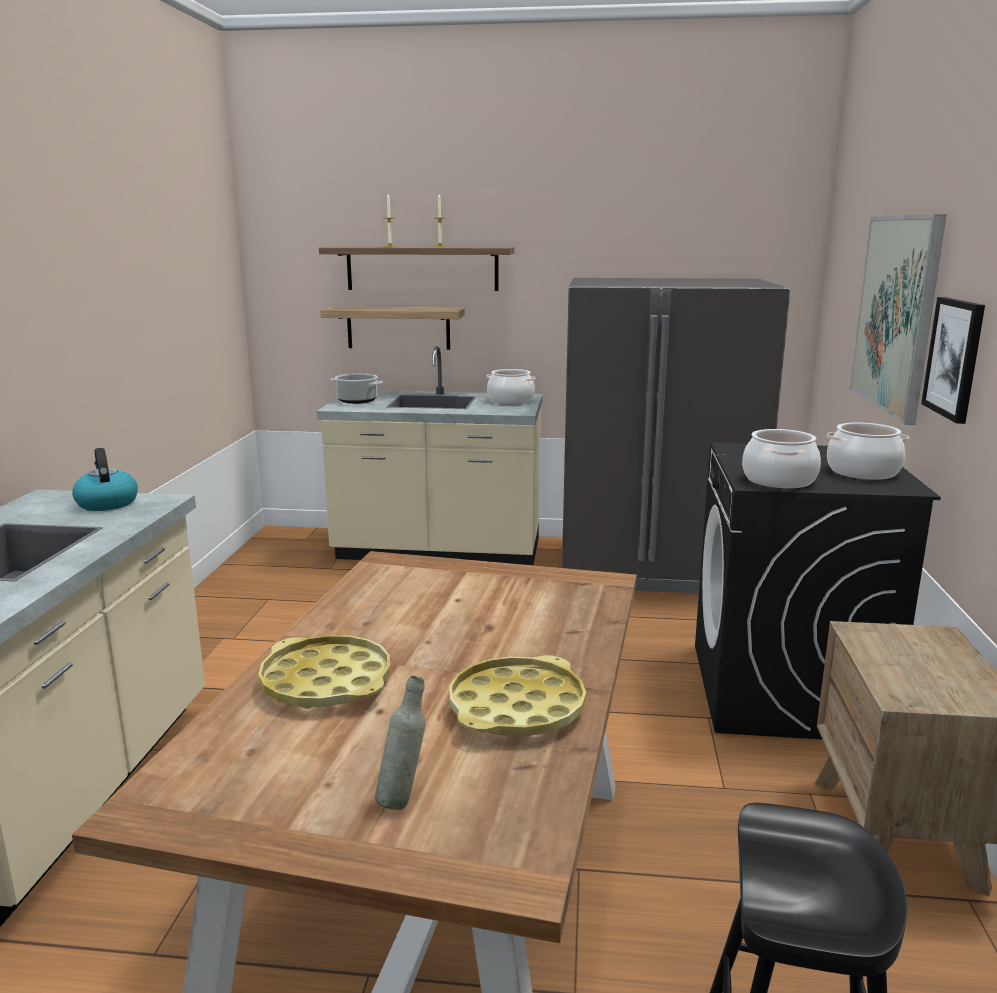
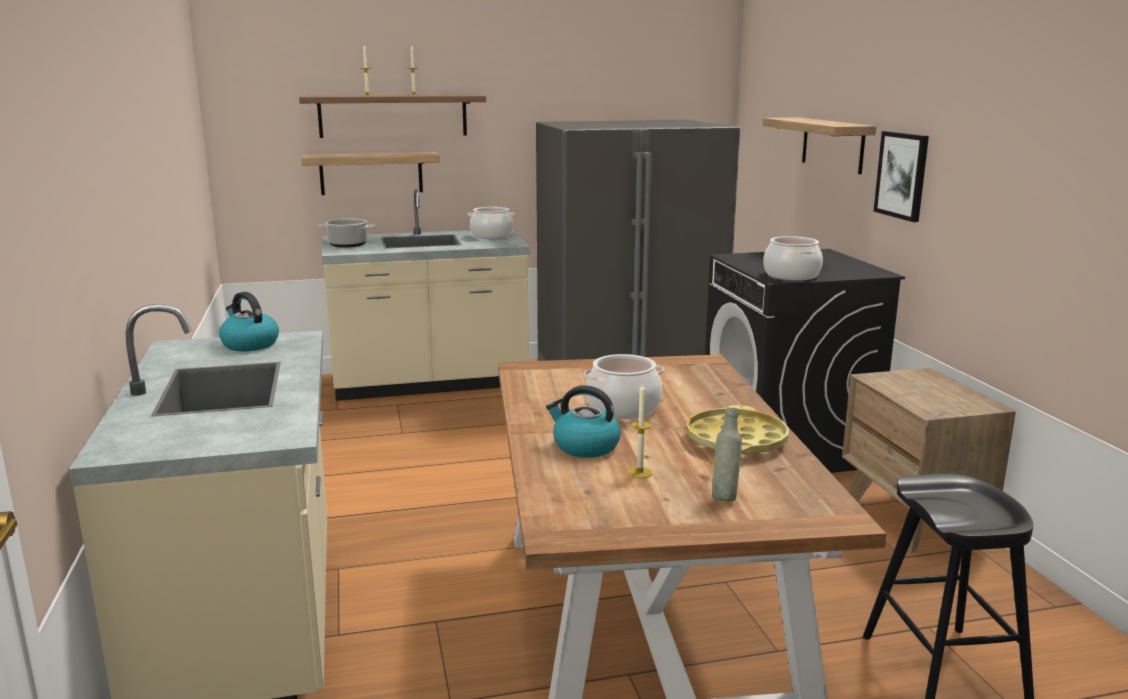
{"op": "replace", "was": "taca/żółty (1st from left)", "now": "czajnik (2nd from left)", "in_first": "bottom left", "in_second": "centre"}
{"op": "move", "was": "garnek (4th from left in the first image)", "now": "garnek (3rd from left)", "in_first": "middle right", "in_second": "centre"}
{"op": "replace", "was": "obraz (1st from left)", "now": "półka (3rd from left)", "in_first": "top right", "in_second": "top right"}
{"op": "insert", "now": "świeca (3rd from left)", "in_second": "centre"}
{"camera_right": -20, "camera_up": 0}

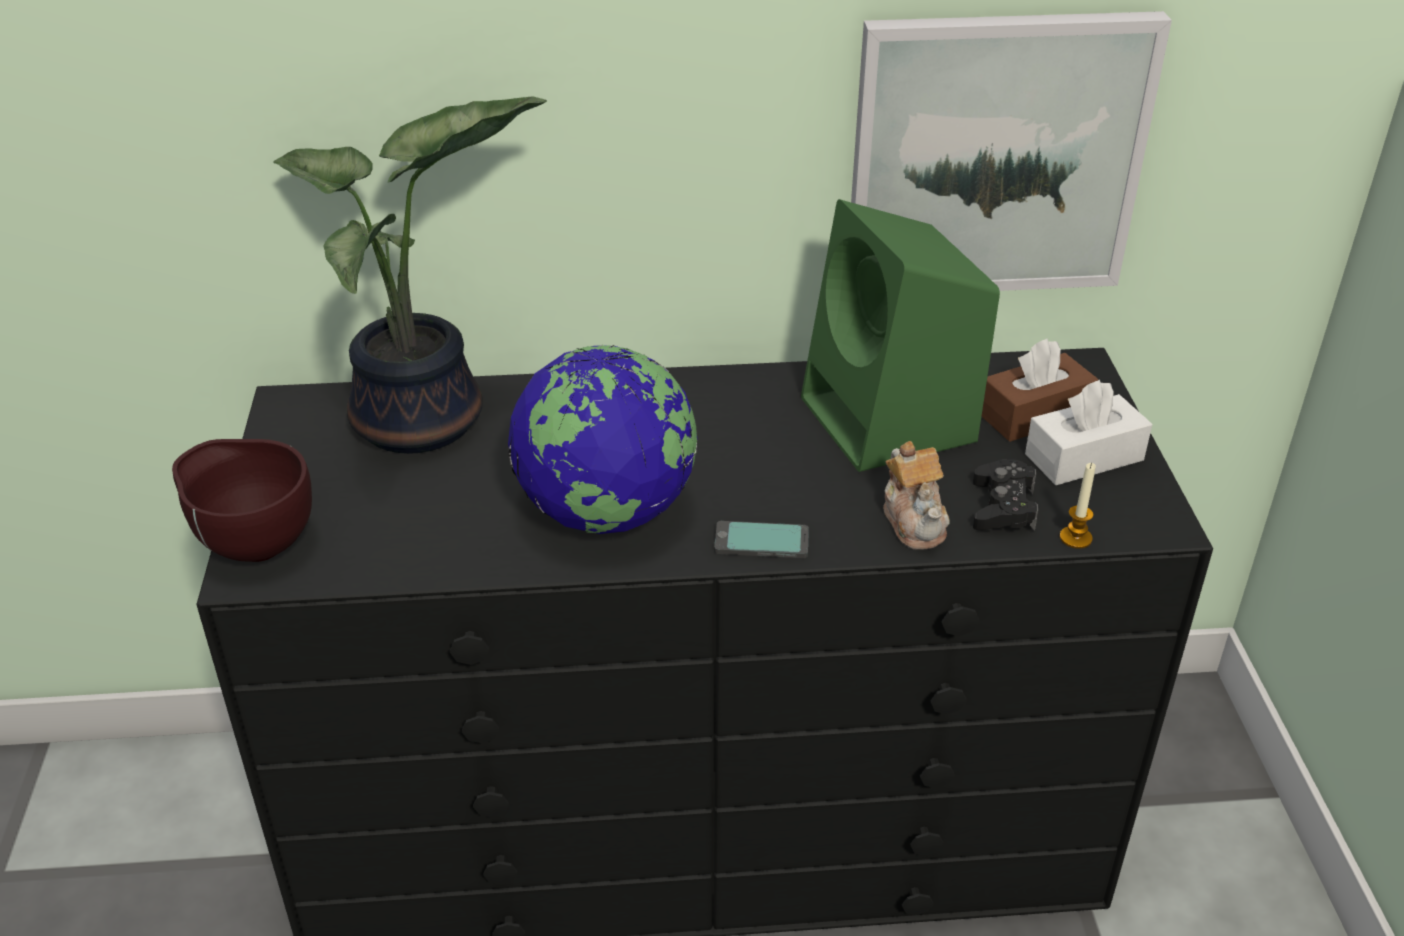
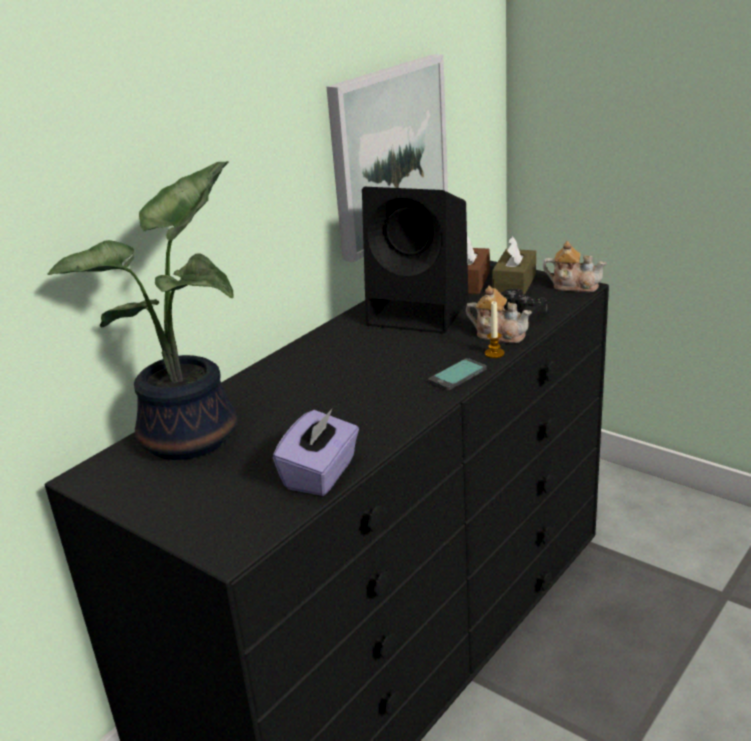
{"op": "delete", "was": "miska/brązowy", "in_first": "middle left"}
{"op": "delete", "was": "globus", "in_first": "centre"}
{"op": "recolor", "was": "głośnik/zielony", "now": "głośnik/czarny", "in_first": "centre", "in_second": "centre"}
{"op": "recolor", "was": "pudełko chusteczek/biały", "now": "pudełko chusteczek/brązowy (2nd from left)", "in_first": "middle right", "in_second": "middle right"}
{"op": "move", "was": "świeca", "in_first": "middle right", "in_second": "centre"}
{"op": "insert", "now": "pudełko chusteczek/fioletowy", "in_second": "centre"}
{"op": "insert", "now": "imbryk (2nd from left)", "in_second": "middle right"}
{"camera_right": -45, "camera_up": -10}

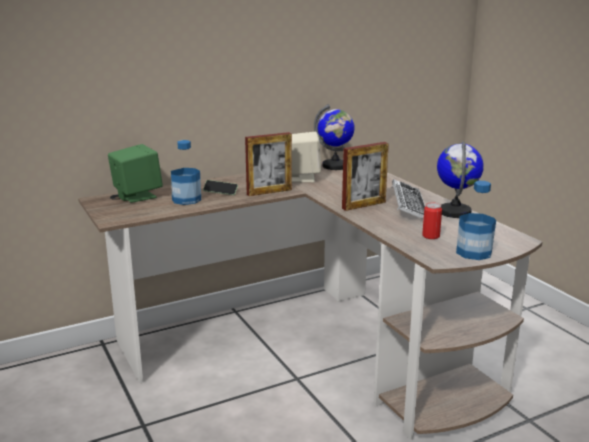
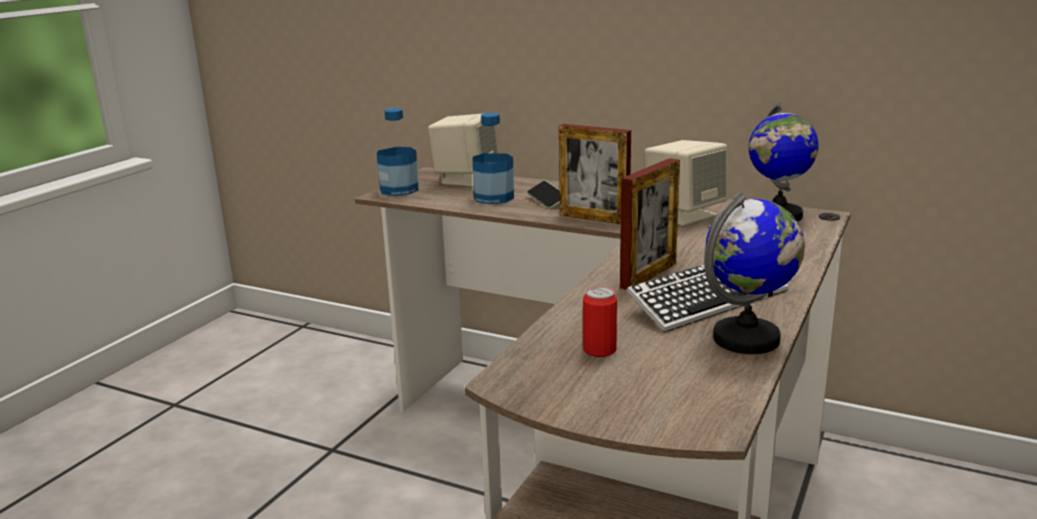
{"op": "recolor", "was": "głośnik/zielony", "now": "głośnik/beżowy (1st from left)", "in_first": "middle left", "in_second": "top centre"}
{"op": "rotate", "was": "ramka na zdjęcie (2nd from left)", "in_first": "centre", "in_second": "centre", "clockwise": -75}
{"op": "move", "was": "butelka (2nd from left in the first image)", "now": "butelka (1st from left)", "in_first": "middle right", "in_second": "top centre"}
{"camera_right": 55, "camera_up": 0}

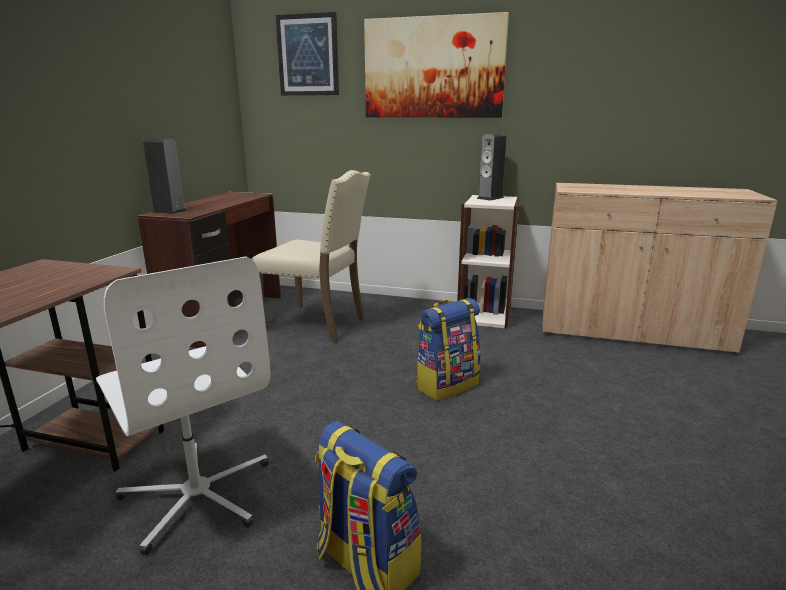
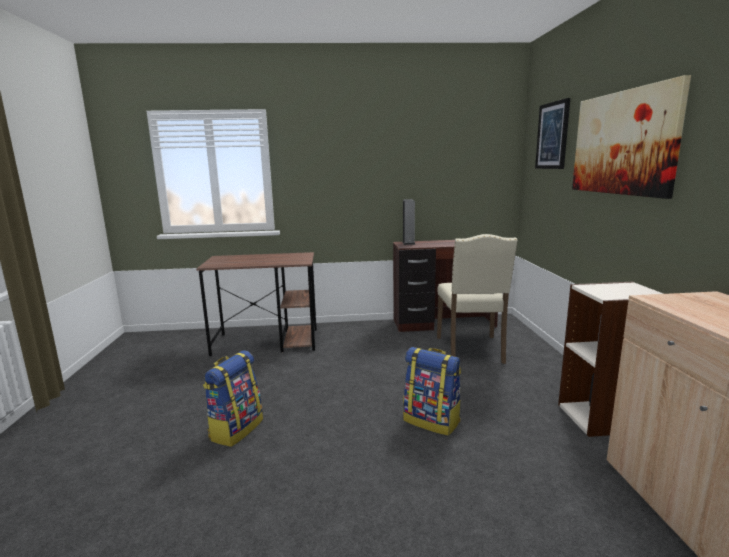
{"op": "delete", "was": "krzesło biurowe/biały", "in_first": "bottom left"}
{"op": "delete", "was": "głośnik (2nd from left)", "in_first": "top centre"}
{"camera_right": 70, "camera_up": -5}

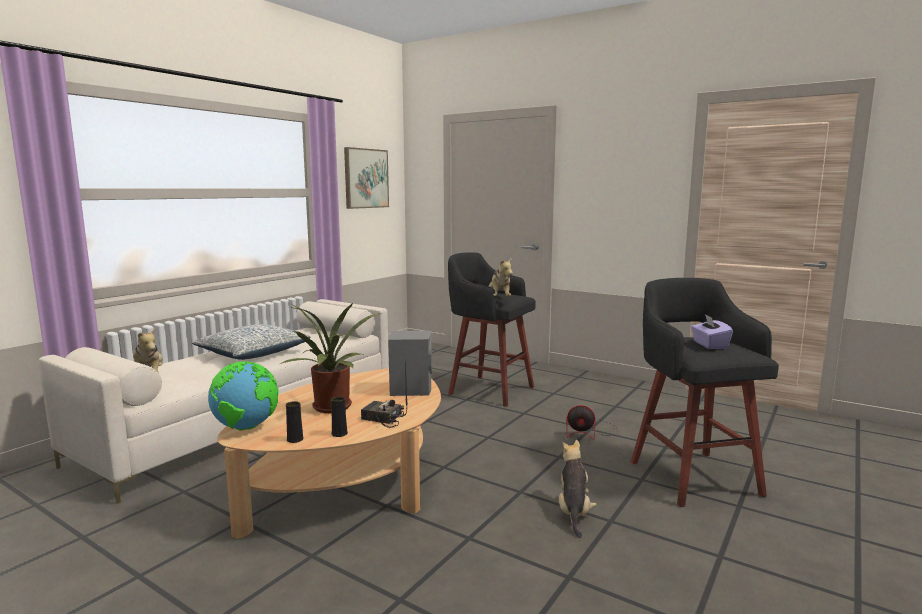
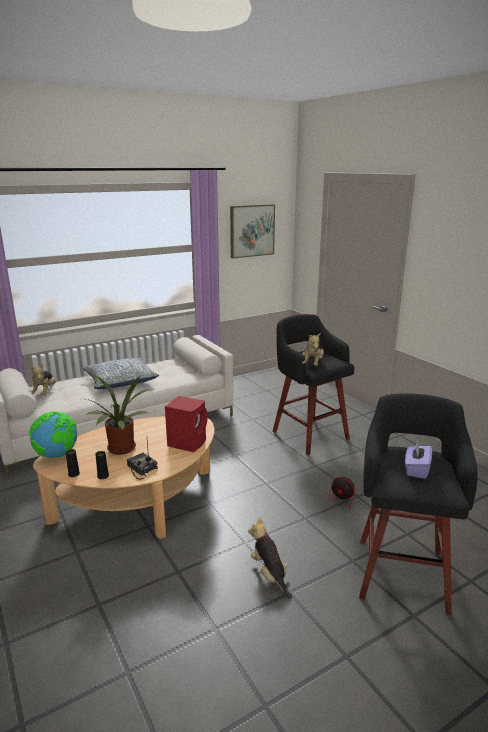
{"op": "recolor", "was": "głośnik/szary", "now": "głośnik/czerwony", "in_first": "centre", "in_second": "centre"}
{"op": "rotate", "was": "pluszak (3rd from left in the first image)", "in_first": "bottom centre", "in_second": "bottom centre", "clockwise": -60}
{"camera_right": 25, "camera_up": 10}

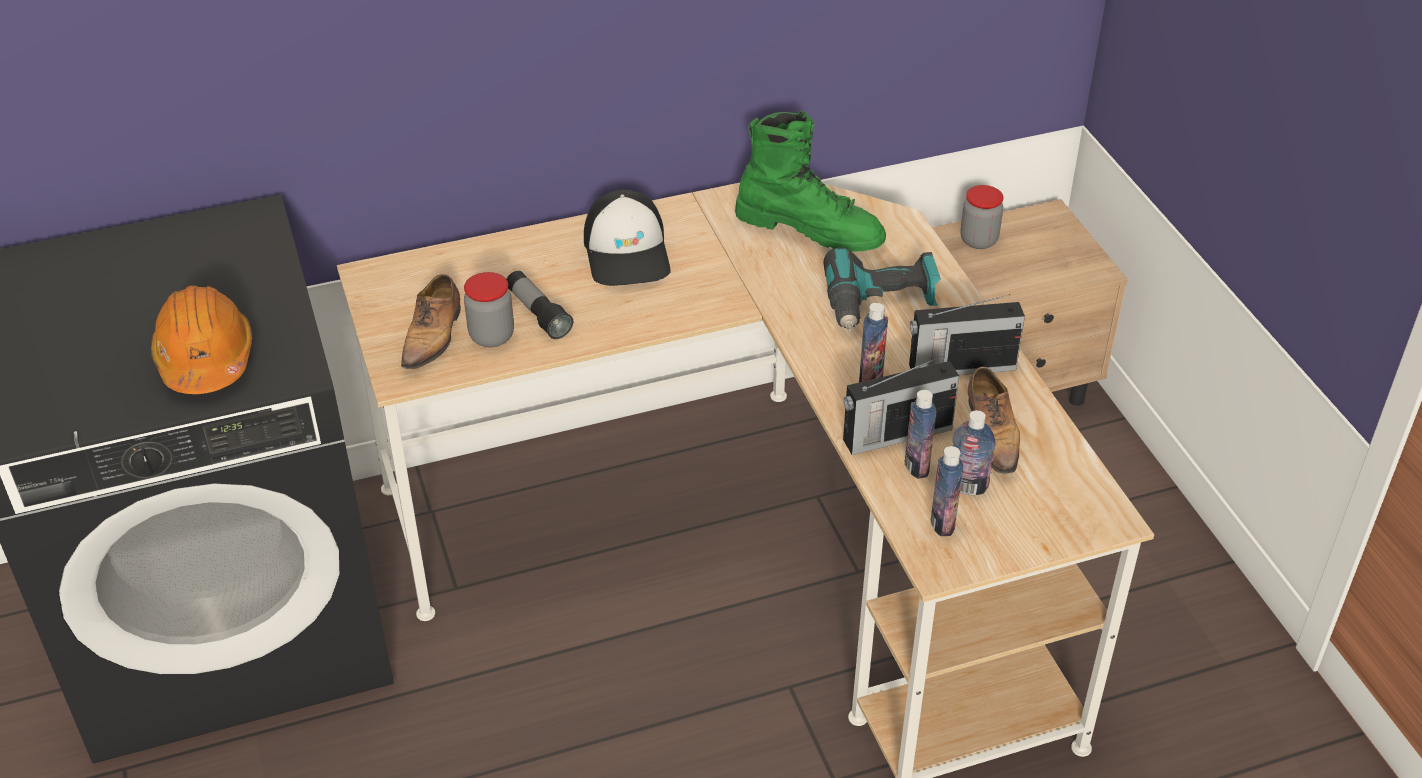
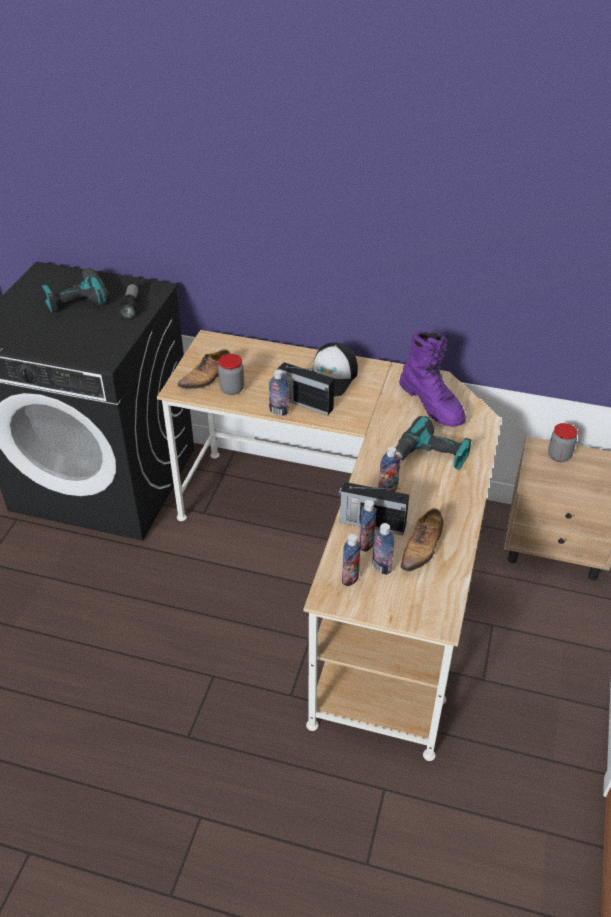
{"op": "delete", "was": "kask/pomarańczowy", "in_first": "middle left"}
{"op": "move", "was": "latarka", "in_first": "centre", "in_second": "top left"}
{"op": "recolor", "was": "but z cholewką/zielony", "now": "but z cholewką/fioletowy", "in_first": "top centre", "in_second": "middle right"}
{"op": "move", "was": "radio (2nd from left in the first image)", "now": "radio (1st from left)", "in_first": "middle right", "in_second": "centre"}
{"op": "insert", "now": "wiertarka (1st from left)", "in_second": "top left"}
{"op": "insert", "now": "butelka (1st from left)", "in_second": "centre"}
{"camera_right": 35, "camera_up": 0}

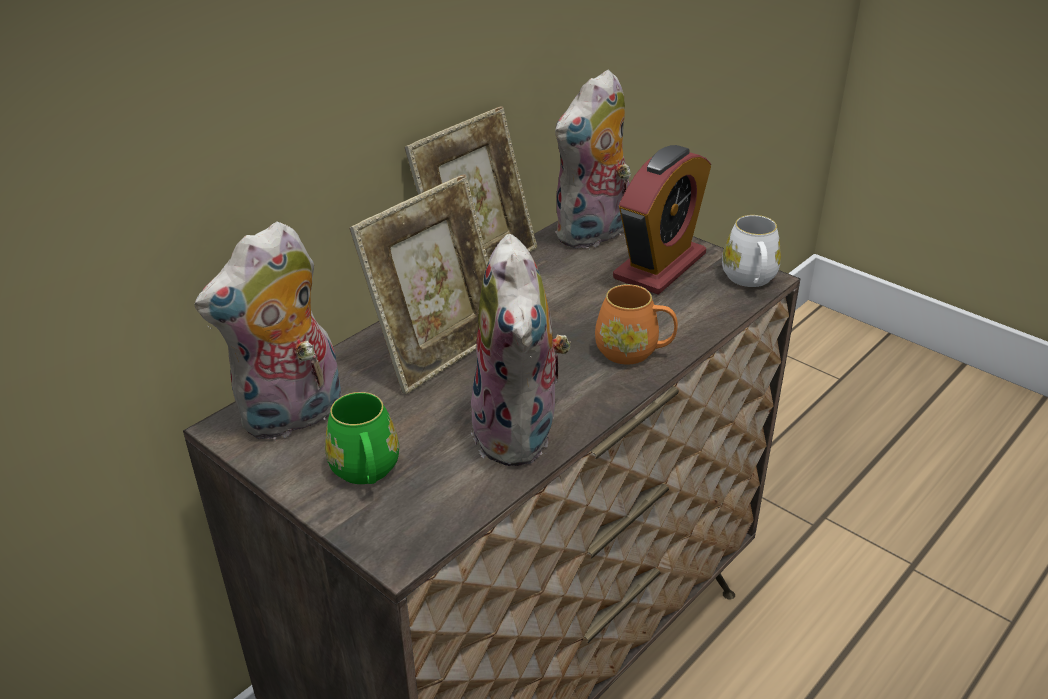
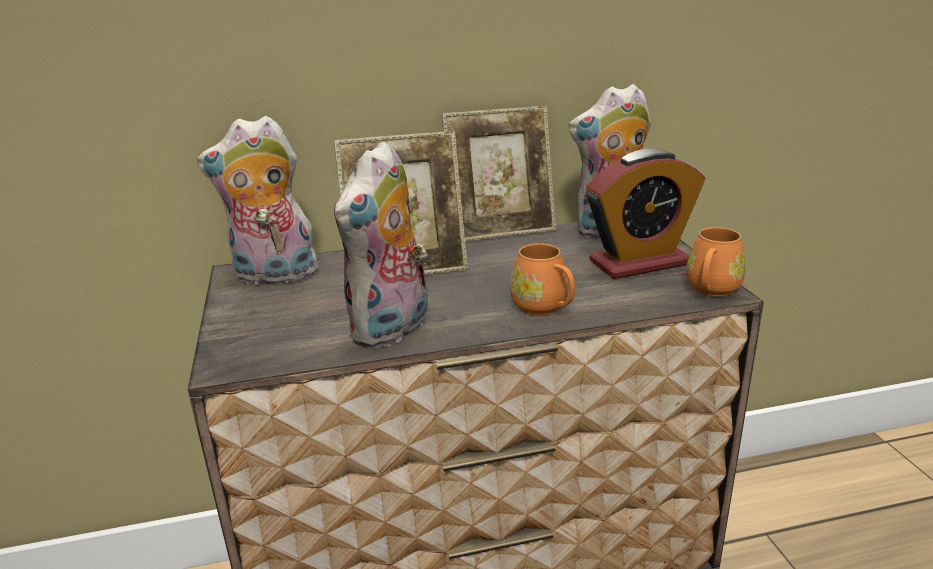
{"op": "delete", "was": "kubek/zielony", "in_first": "centre"}
{"op": "recolor", "was": "kubek/biały", "now": "kubek/pomarańczowy (2nd from left)", "in_first": "middle right", "in_second": "middle right"}
{"camera_right": 35, "camera_up": -10}

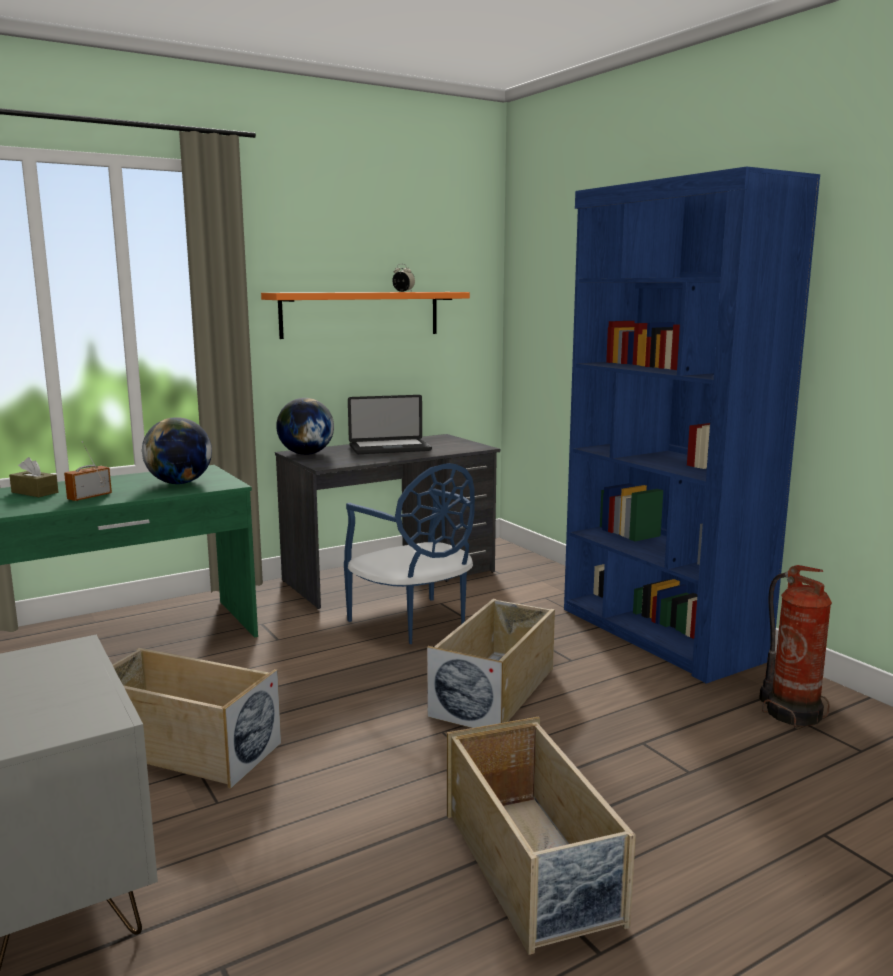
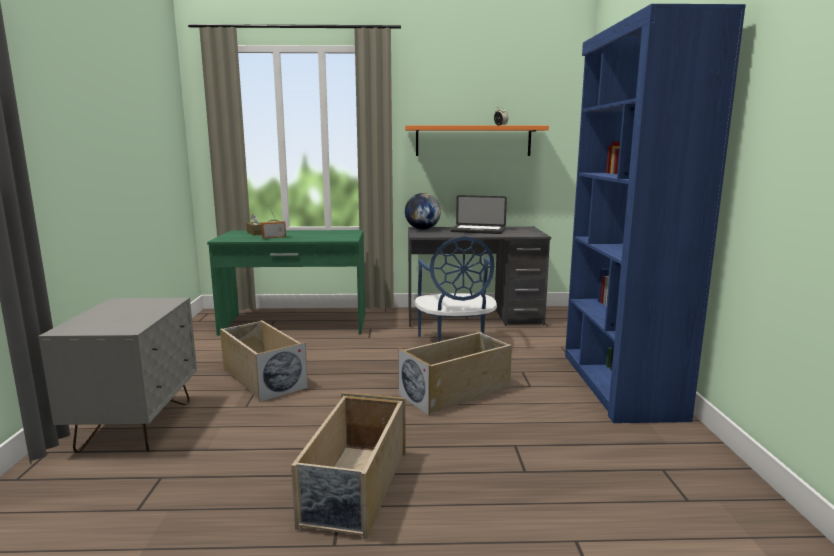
{"op": "delete", "was": "globus (1st from left)", "in_first": "middle left"}
{"op": "delete", "was": "gaśnica", "in_first": "middle right"}
{"camera_right": 30, "camera_up": 0}

